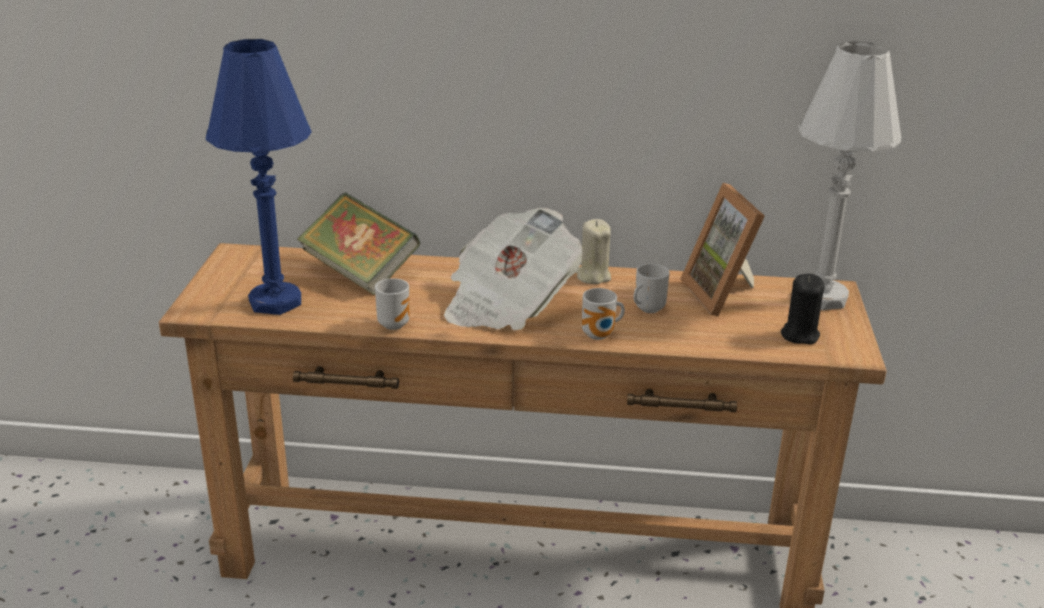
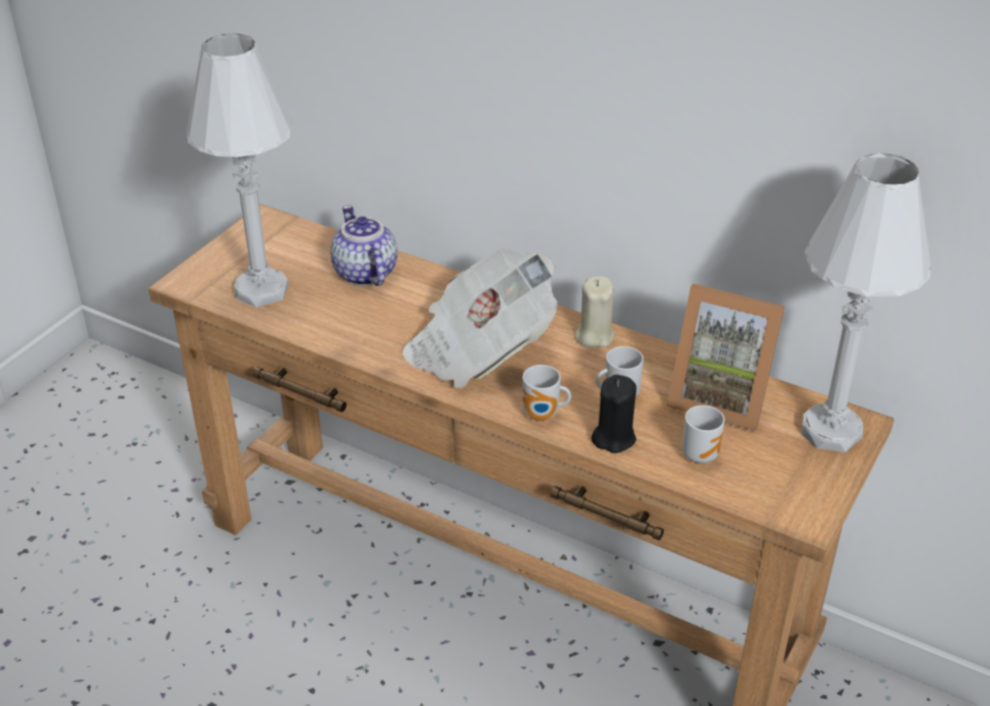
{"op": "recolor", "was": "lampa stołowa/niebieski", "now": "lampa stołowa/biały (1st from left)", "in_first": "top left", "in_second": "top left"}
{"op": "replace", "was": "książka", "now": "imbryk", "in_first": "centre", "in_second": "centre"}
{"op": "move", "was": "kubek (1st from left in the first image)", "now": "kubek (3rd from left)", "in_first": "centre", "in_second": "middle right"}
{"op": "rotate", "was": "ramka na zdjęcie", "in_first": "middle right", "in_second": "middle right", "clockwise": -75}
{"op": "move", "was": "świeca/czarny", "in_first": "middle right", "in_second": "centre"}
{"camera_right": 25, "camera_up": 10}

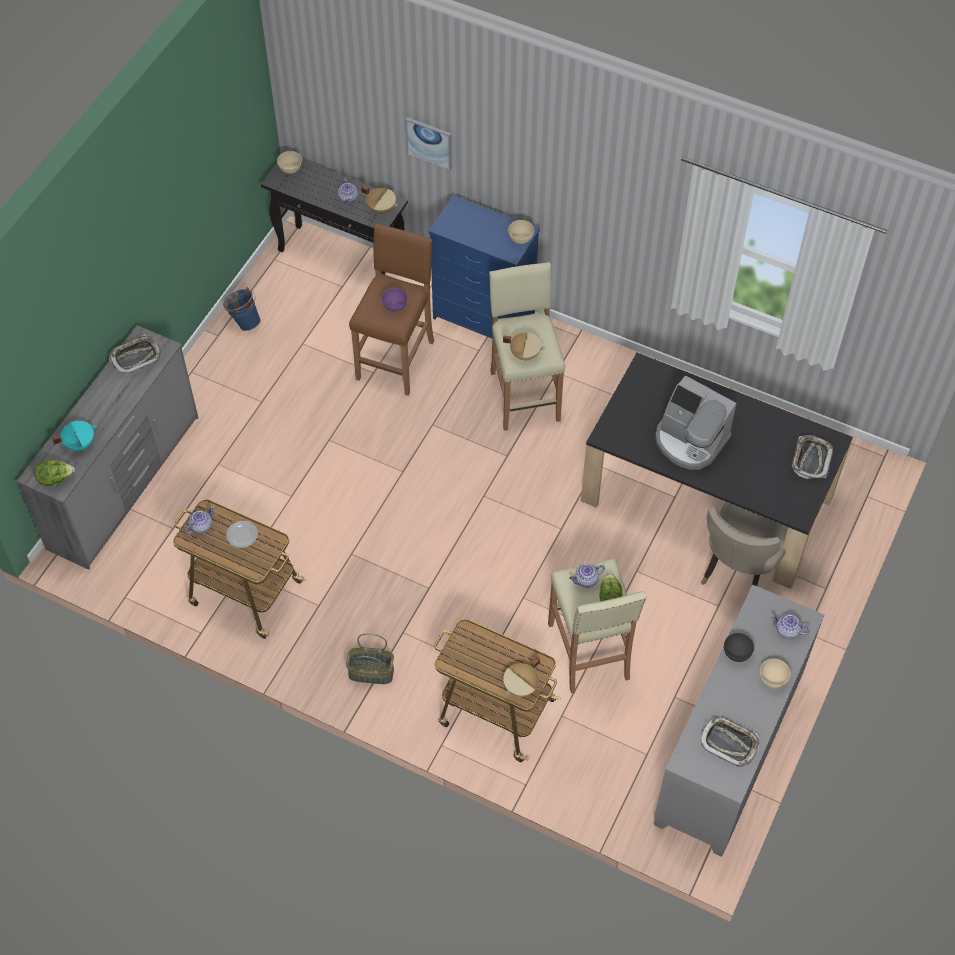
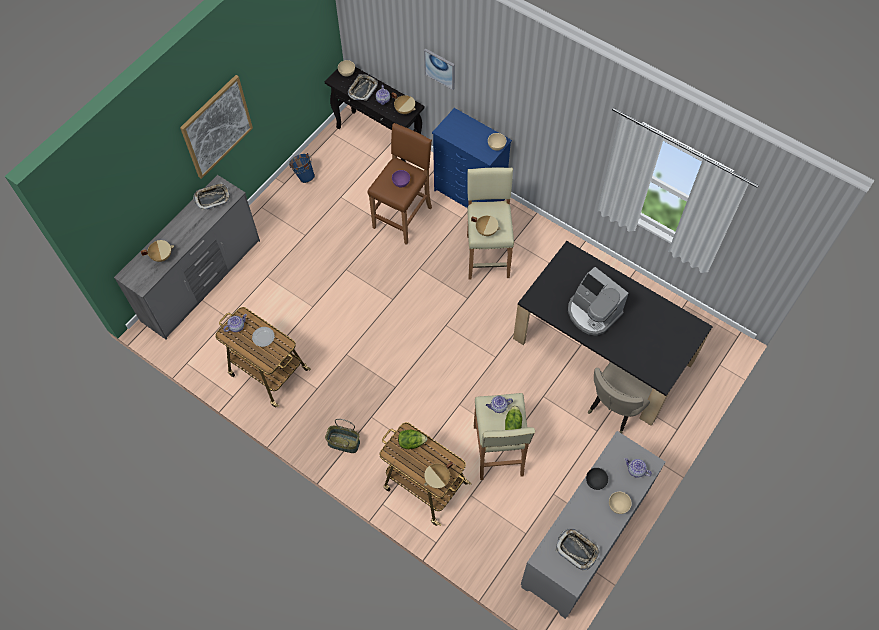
{"op": "move", "was": "sałata (1st from left)", "in_first": "middle left", "in_second": "bottom centre"}
{"op": "recolor", "was": "garnek/turkusowy", "now": "garnek/beżowy (1st from left)", "in_first": "middle left", "in_second": "middle left"}
{"op": "move", "was": "taca (3rd from left in the first image)", "now": "taca (2nd from left)", "in_first": "middle right", "in_second": "top centre"}
{"op": "insert", "now": "obraz (1st from left)", "in_second": "top left"}
{"camera_right": 10, "camera_up": 5}

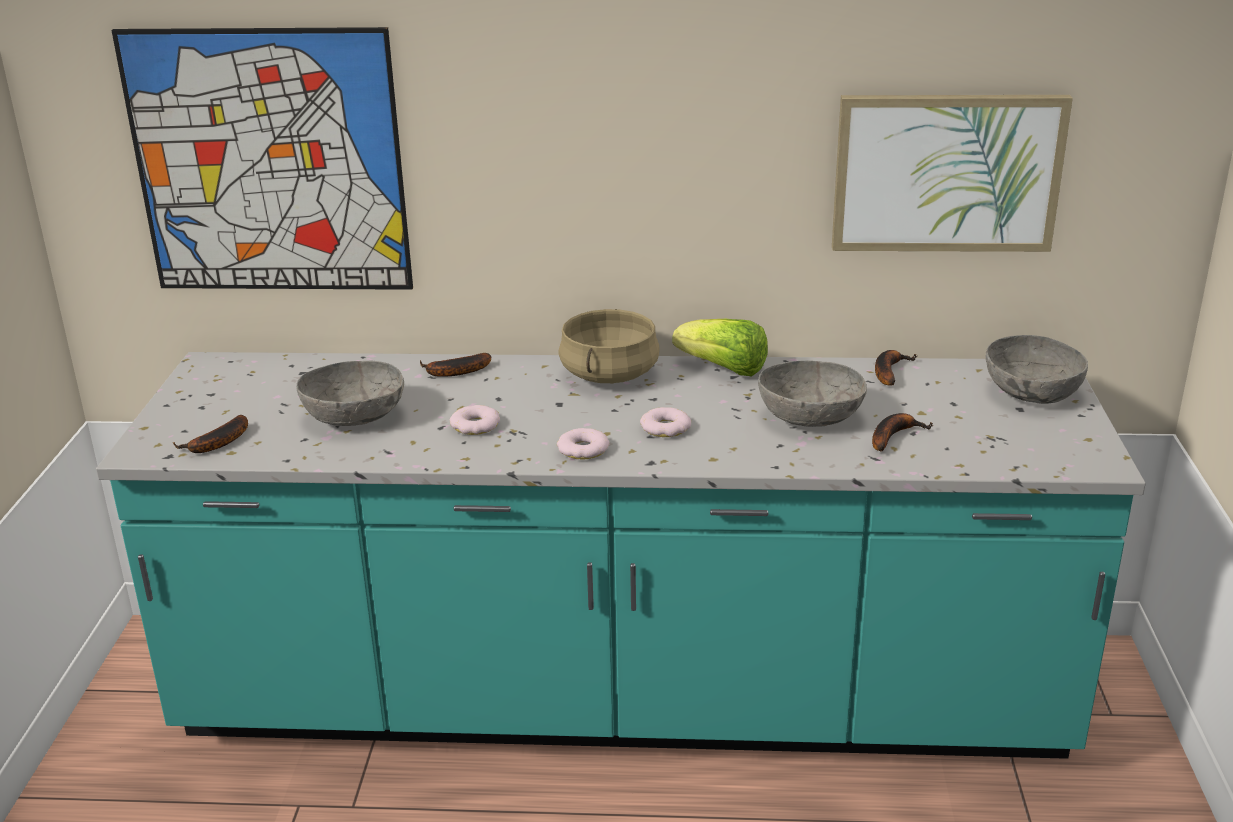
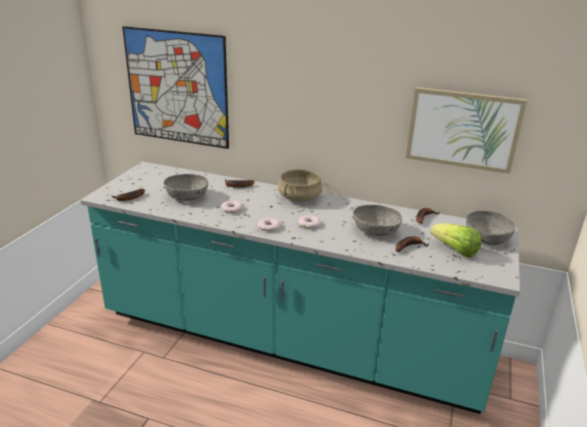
{"op": "move", "was": "sałata", "in_first": "centre", "in_second": "middle right"}
{"camera_right": 15, "camera_up": 0}

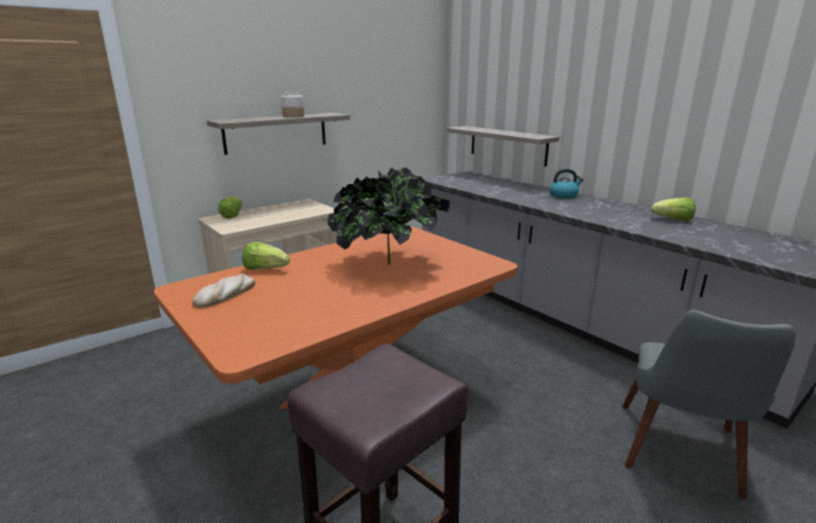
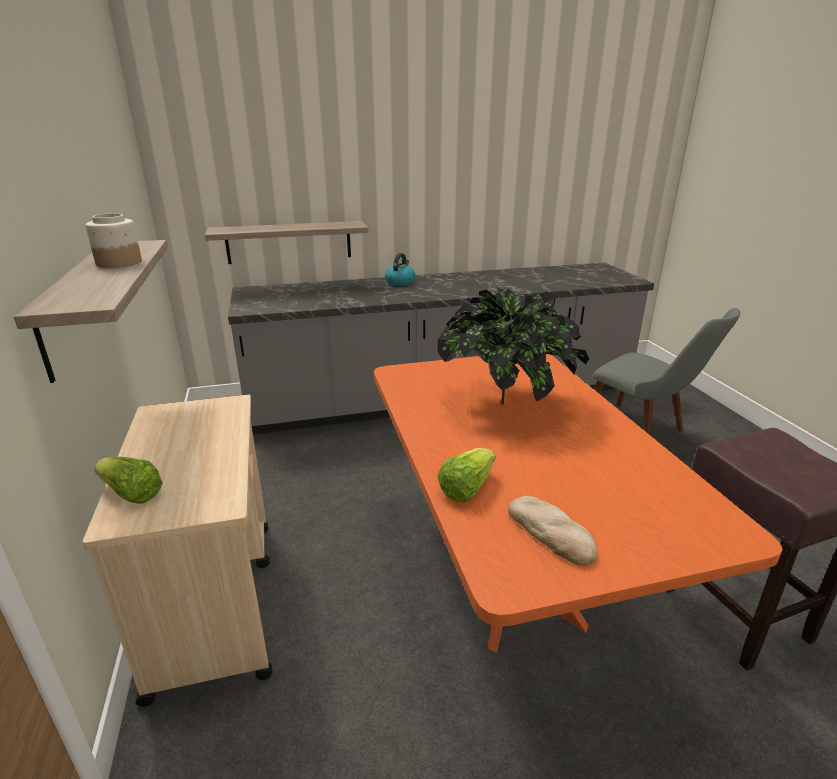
{"op": "delete", "was": "sałata (3rd from left)", "in_first": "middle right"}
{"camera_right": -65, "camera_up": 5}

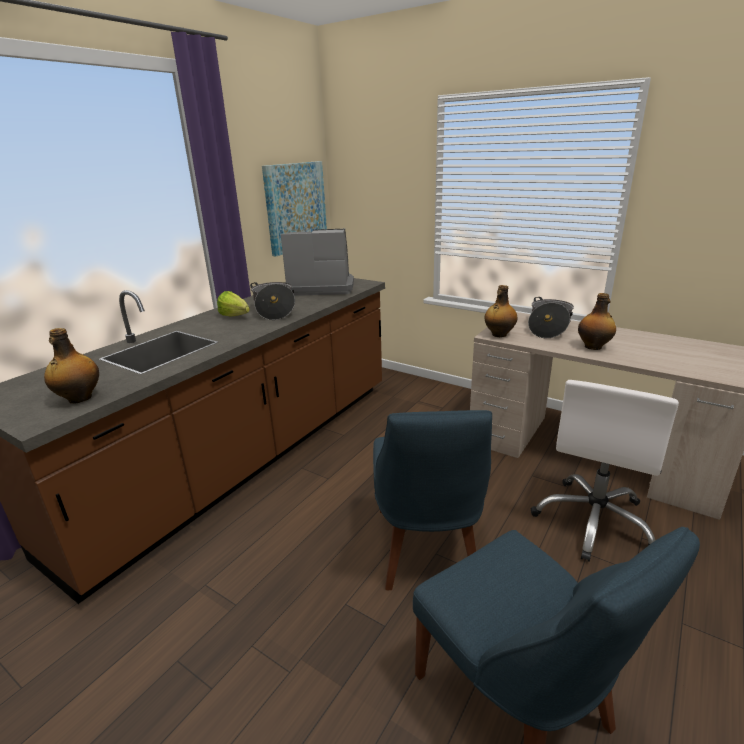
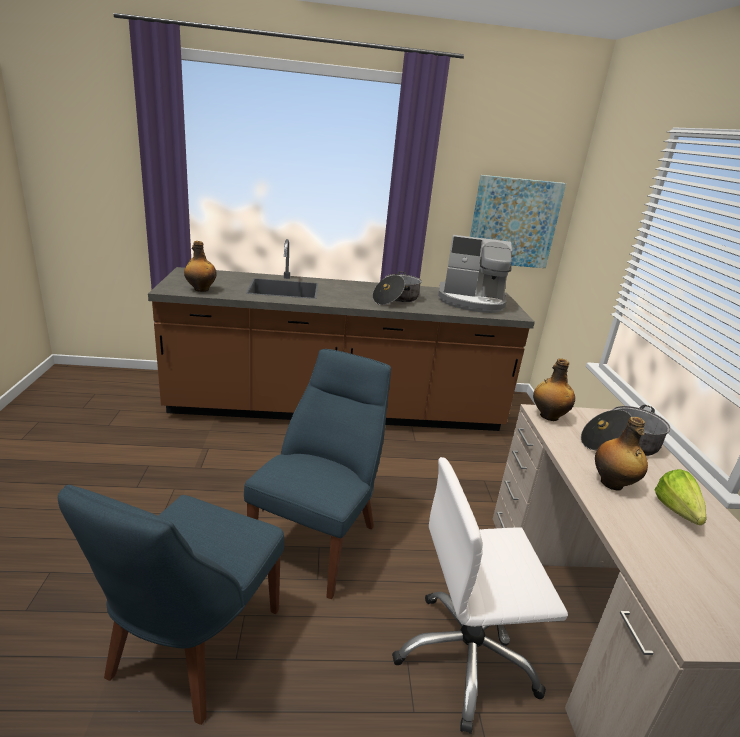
{"op": "move", "was": "sałata", "in_first": "middle left", "in_second": "bottom right"}
{"op": "rotate", "was": "ekspres do kawy", "in_first": "centre", "in_second": "centre", "clockwise": 135}
{"op": "rotate", "was": "krzesło/niebieski (1st from left in the first image)", "in_first": "bottom centre", "in_second": "centre", "clockwise": 150}
{"camera_right": 50, "camera_up": 0}

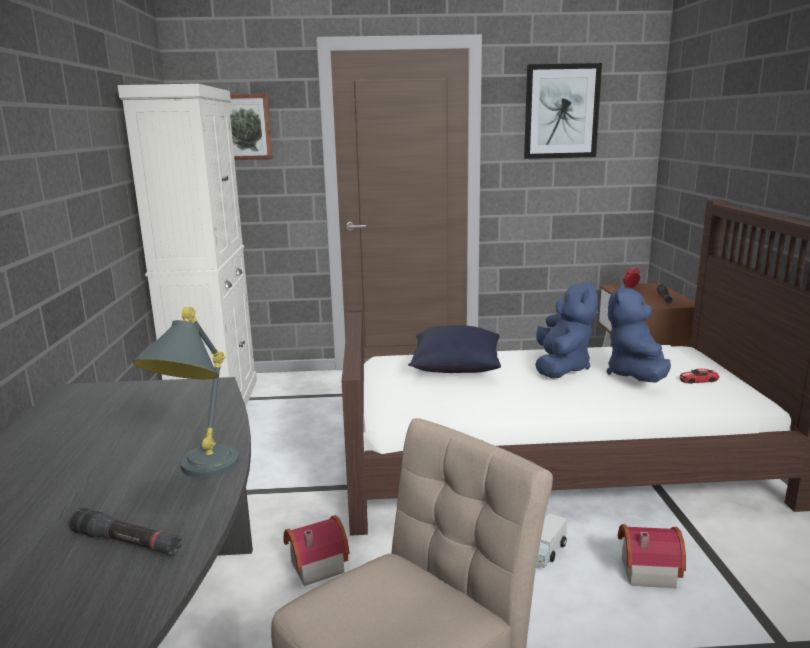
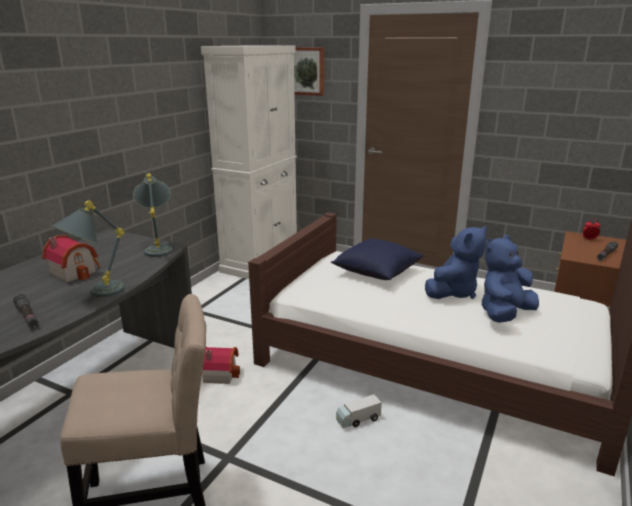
{"op": "delete", "was": "obraz (2nd from left)", "in_first": "top right"}
{"op": "move", "was": "domek (2nd from left in the first image)", "now": "domek (1st from left)", "in_first": "bottom right", "in_second": "middle left"}
{"op": "delete", "was": "samochodzik", "in_first": "middle right"}
{"op": "insert", "now": "lampa stołowa/szary (2nd from left)", "in_second": "middle left"}
{"camera_right": 30, "camera_up": 5}

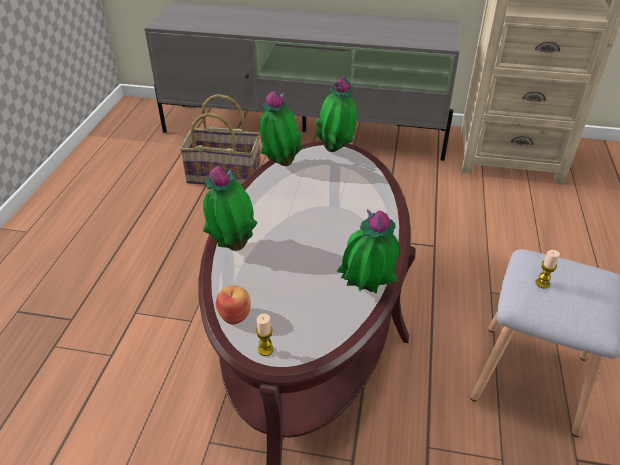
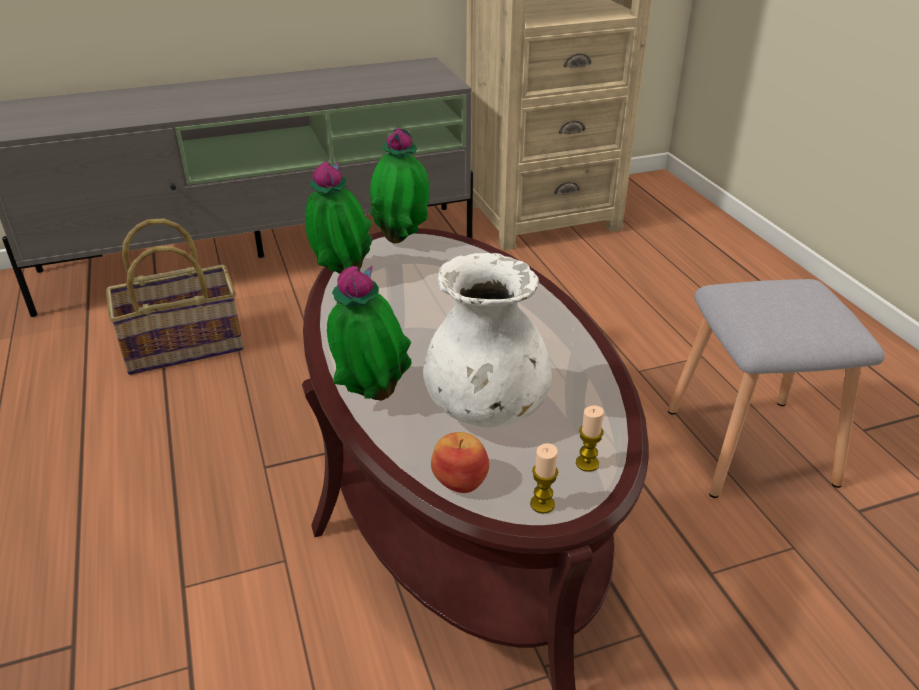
{"op": "delete", "was": "roślina doniczkowa (4th from left)", "in_first": "centre"}
{"op": "move", "was": "świeca (2nd from left)", "in_first": "middle right", "in_second": "centre"}
{"op": "insert", "now": "wazon/biały", "in_second": "centre"}
{"camera_right": -30, "camera_up": -5}

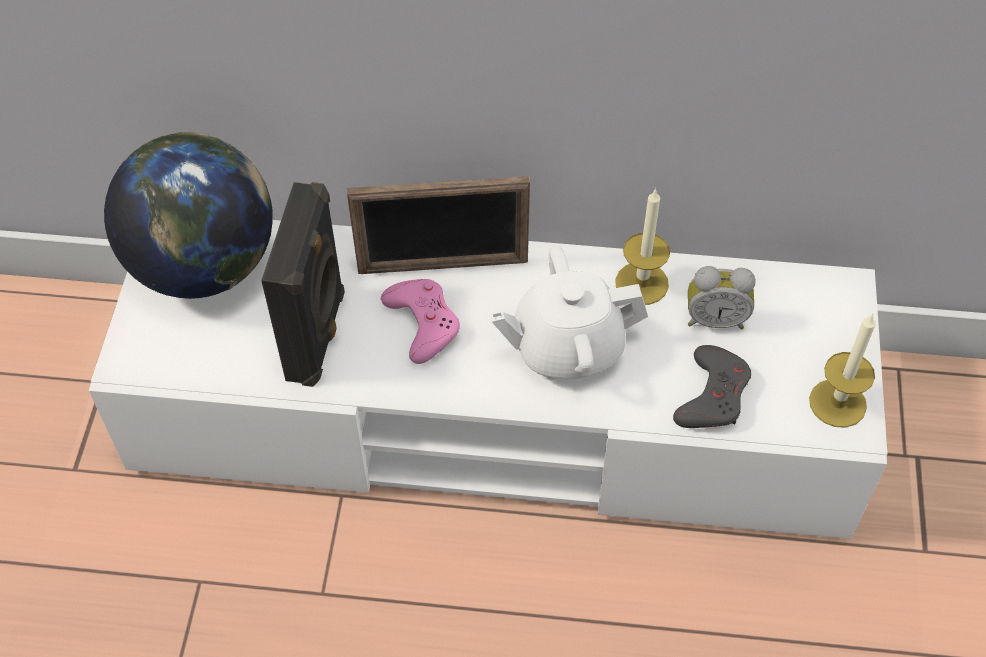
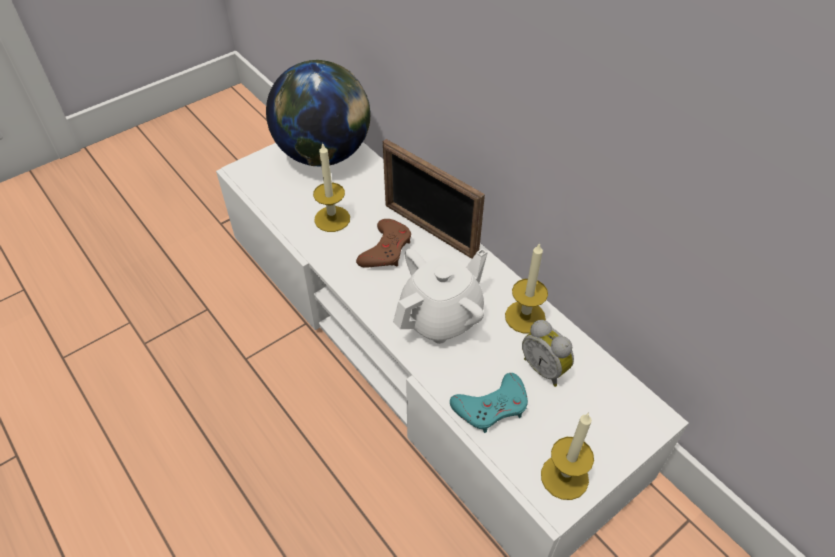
{"op": "replace", "was": "głośnik/czarny", "now": "świeca (1st from left)", "in_first": "middle left", "in_second": "centre"}
{"op": "recolor", "was": "pad do gier/różowy", "now": "pad do gier/brązowy", "in_first": "centre", "in_second": "centre"}
{"op": "rotate", "was": "imbryk/biały", "in_first": "centre", "in_second": "centre", "clockwise": 105}
{"op": "recolor", "was": "pad do gier/szary", "now": "pad do gier/turkusowy", "in_first": "middle right", "in_second": "bottom centre"}
{"camera_right": 45, "camera_up": -5}

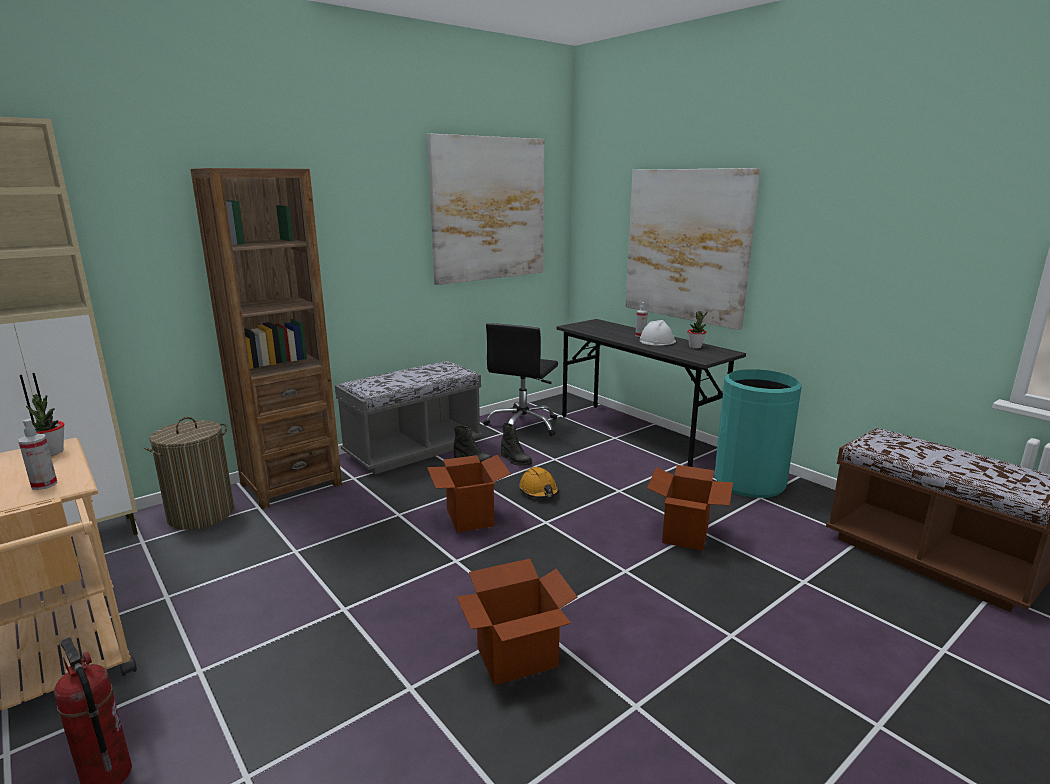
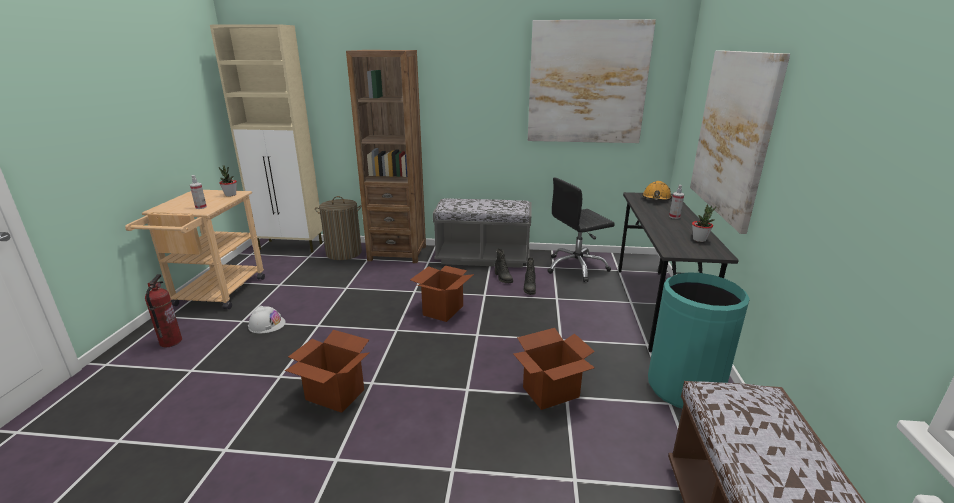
{"op": "move", "was": "kask/pomarańczowy", "in_first": "centre", "in_second": "middle right"}
{"op": "move", "was": "kask/biały", "in_first": "centre", "in_second": "middle left"}
{"camera_right": 45, "camera_up": 5}

